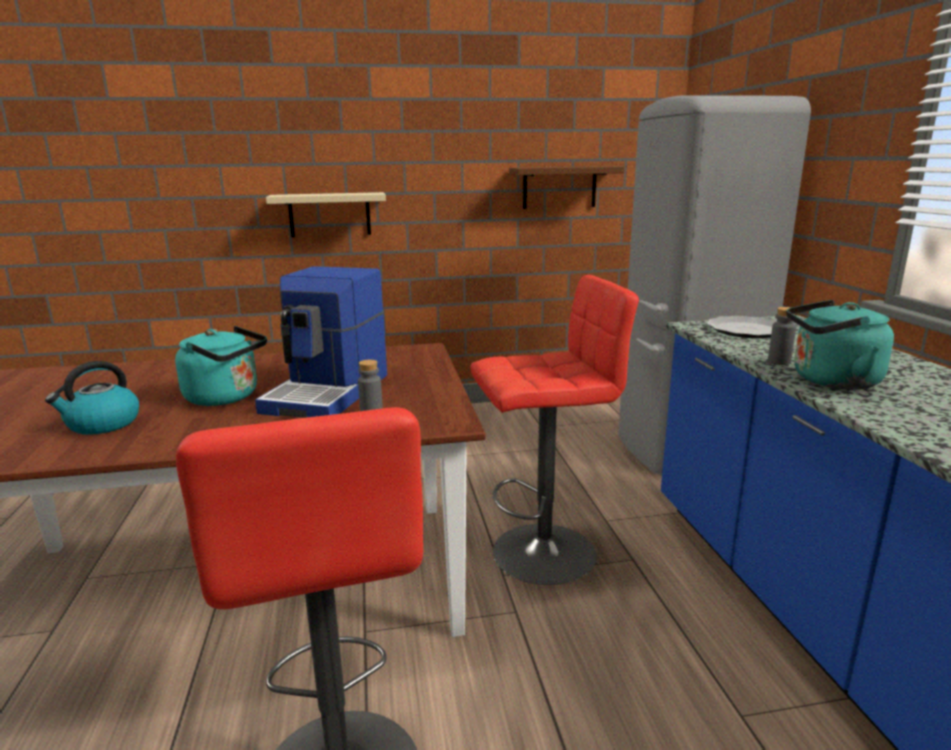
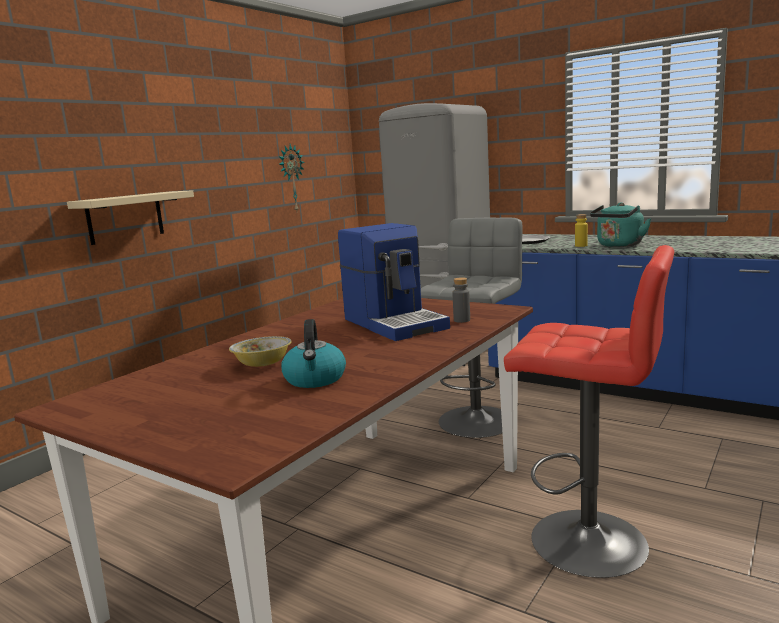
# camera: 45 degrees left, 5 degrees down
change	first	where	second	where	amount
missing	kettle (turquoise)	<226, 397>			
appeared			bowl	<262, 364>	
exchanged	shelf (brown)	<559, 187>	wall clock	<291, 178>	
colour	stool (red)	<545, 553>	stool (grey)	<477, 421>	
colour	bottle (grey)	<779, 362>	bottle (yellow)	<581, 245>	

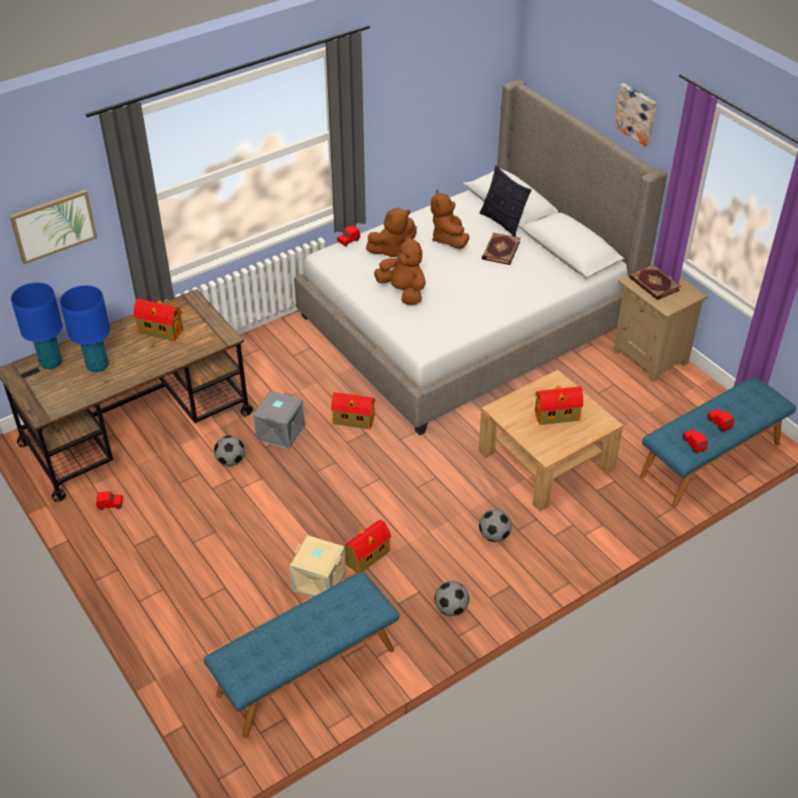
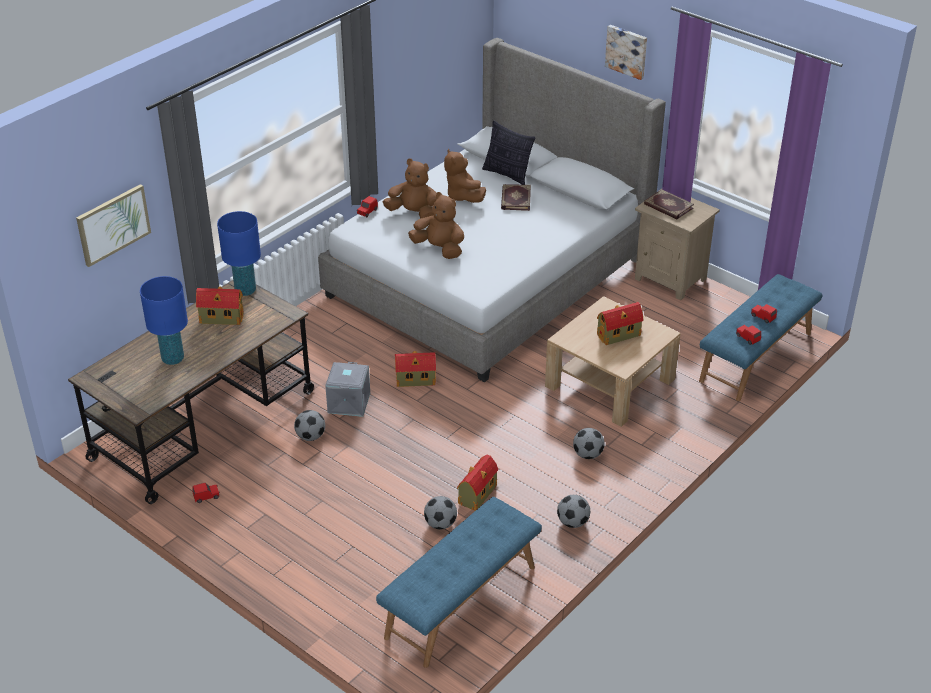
# camera: 15 degrees left, 5 degrees down
change	first	where	second	where	amount
relocated	table lamp (blue)	<51, 363>		<245, 290>	
exchanged	storage box (beige)	<318, 581>	football	<440, 524>	
spun	plush toy (brown)	<393, 250>		<414, 214>	120 degrees counterclockwise

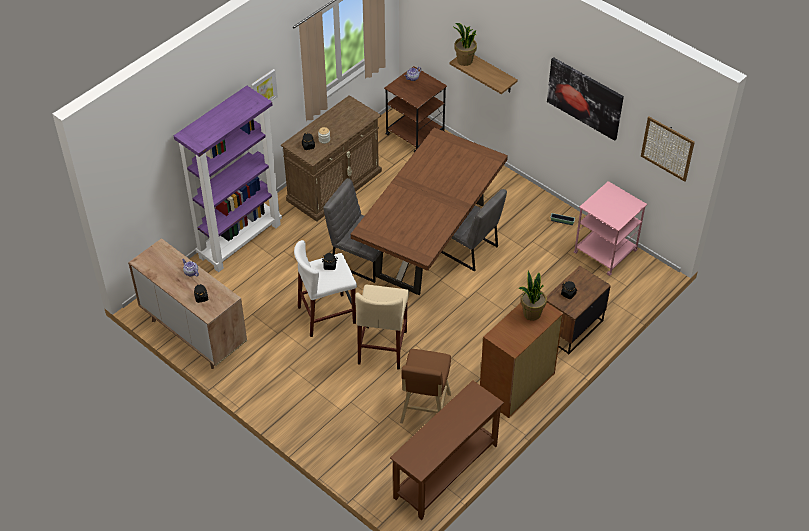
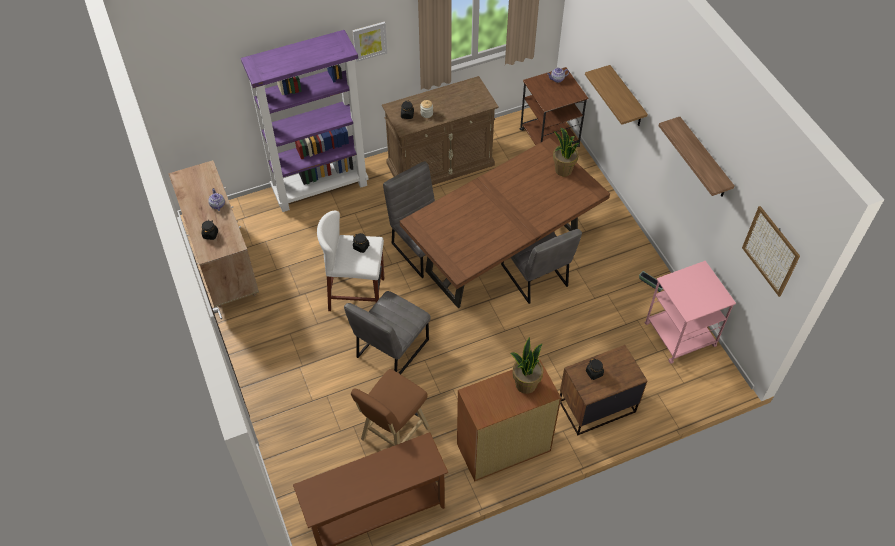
# camera: 25 degrees right, 5 degrees up
change	first	where	second	where	amount
relocated	potted plant	<464, 61>		<563, 170>	
exchanged	stool (beige)	<382, 347>	chair (grey)	<391, 349>	
exchanged	picture	<585, 98>	shelf	<703, 159>	

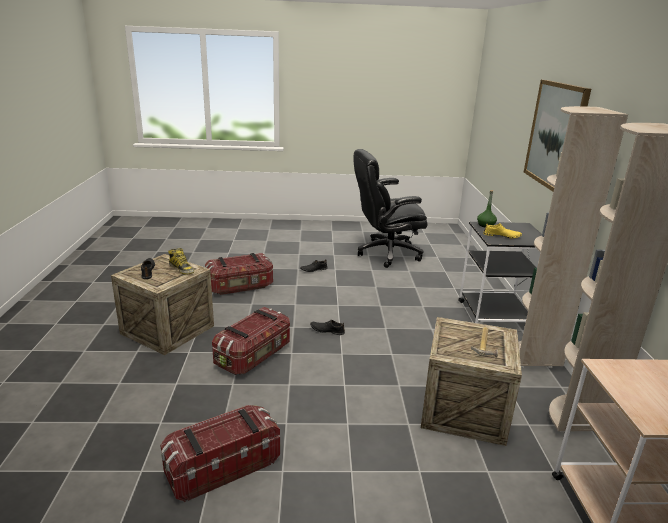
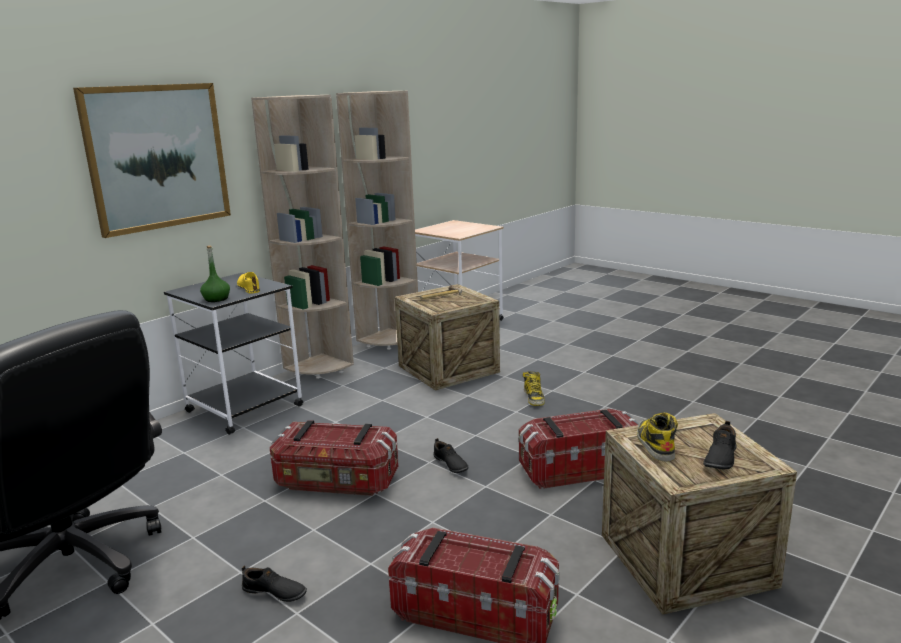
# camera: 135 degrees left, 5 degrees down
change	first	where	second	where	amount
appeared			boot	<534, 397>	
relocated	storage box	<222, 466>		<336, 482>	

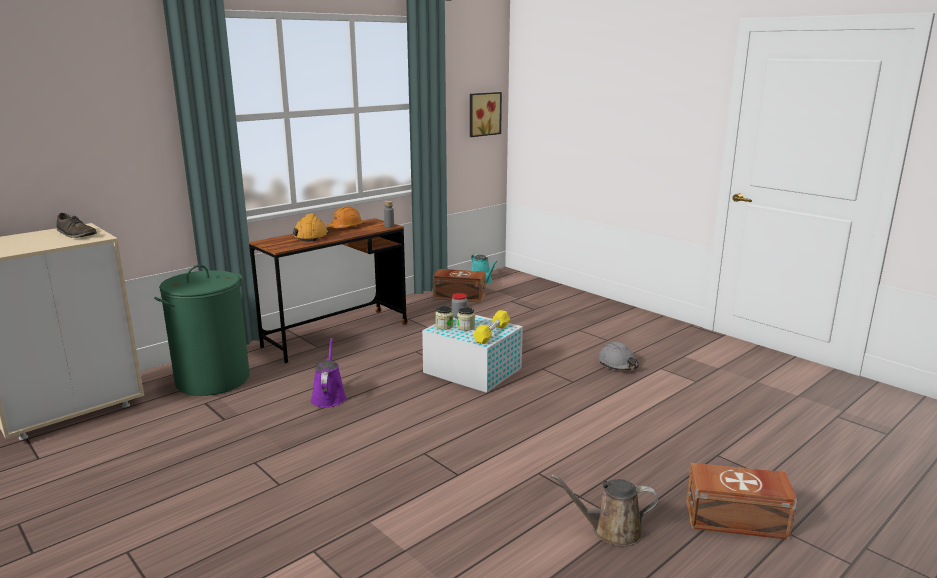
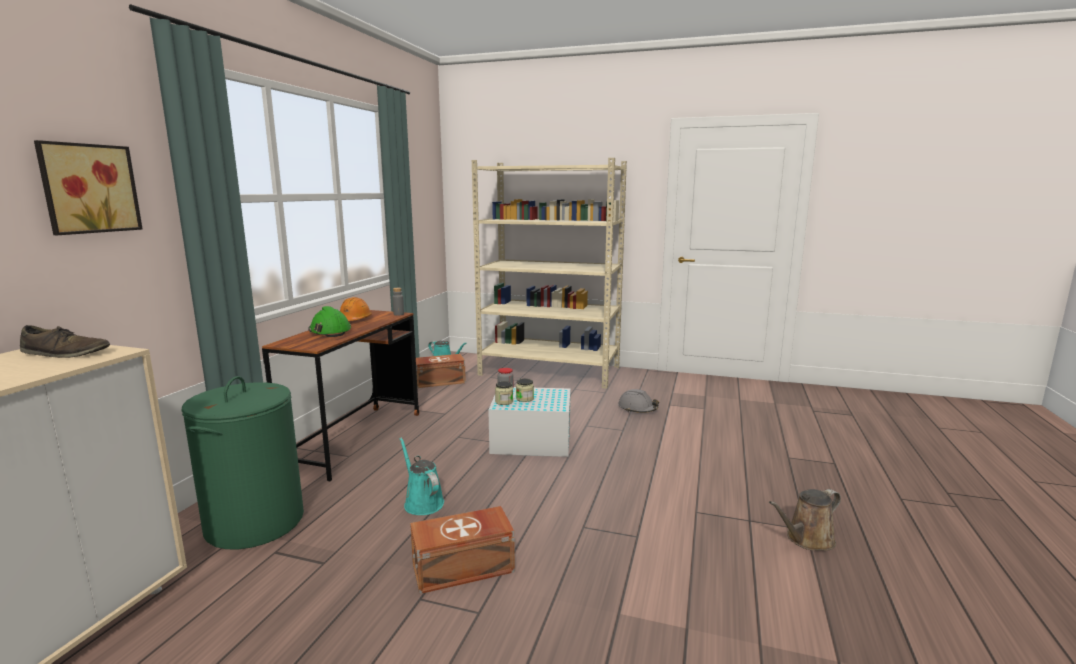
# camera: 30 degrees left, 5 degrees down
change	first	where	second	where	amount
missing	dumbbell (yellow)	<491, 333>			
appeared			bookcase (beige)	<550, 371>	
relocated	picture	<483, 114>		<88, 188>	
relocated	storage box (brown)	<737, 520>		<465, 568>	
colour	hard hat (orange)	<311, 236>	hard hat (green)	<330, 331>	
colour	watering can (purple)	<329, 397>	watering can (turquoise)	<422, 502>	

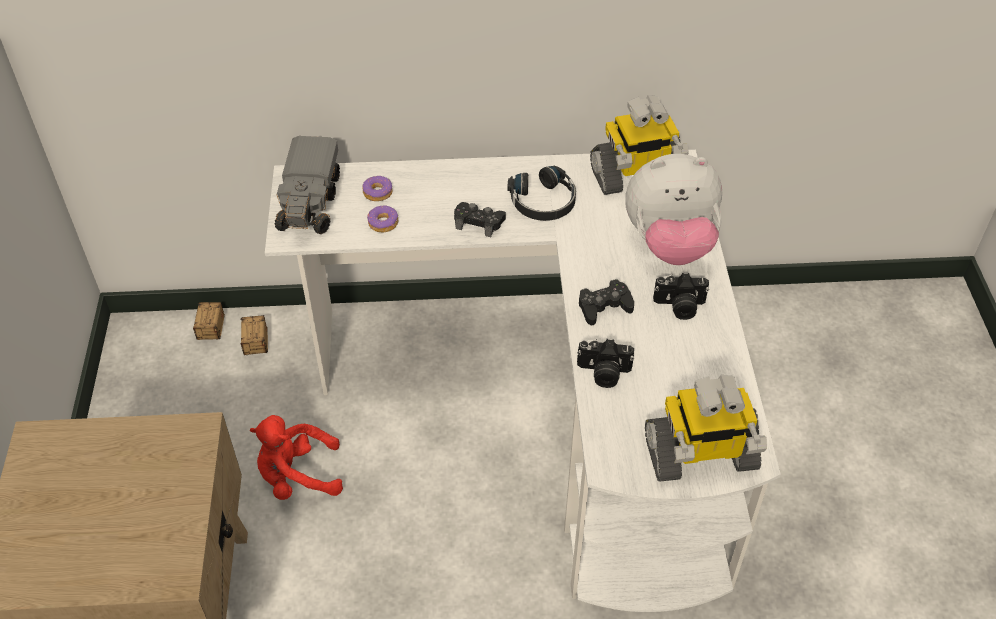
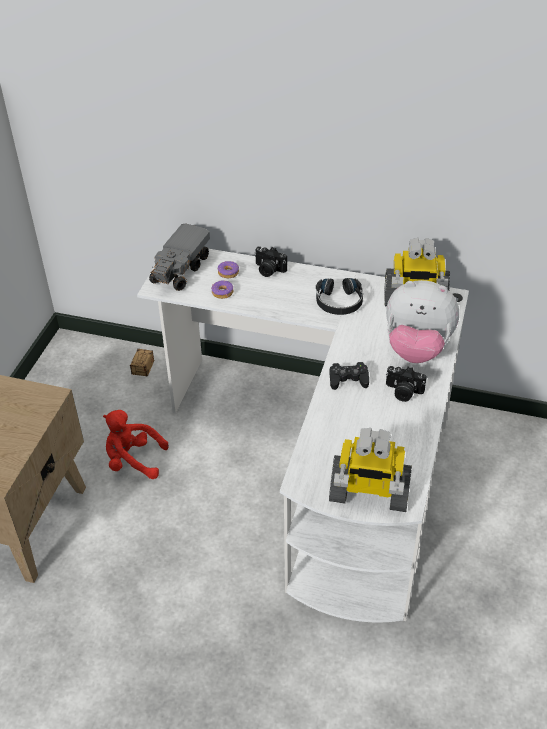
# camera: 20 degrees right, 5 degrees down
change	first	where	second	where	amount
missing	storage box	<207, 345>			
missing	game controller (black)	<479, 222>			
relocated	photo camera	<603, 373>		<268, 270>	

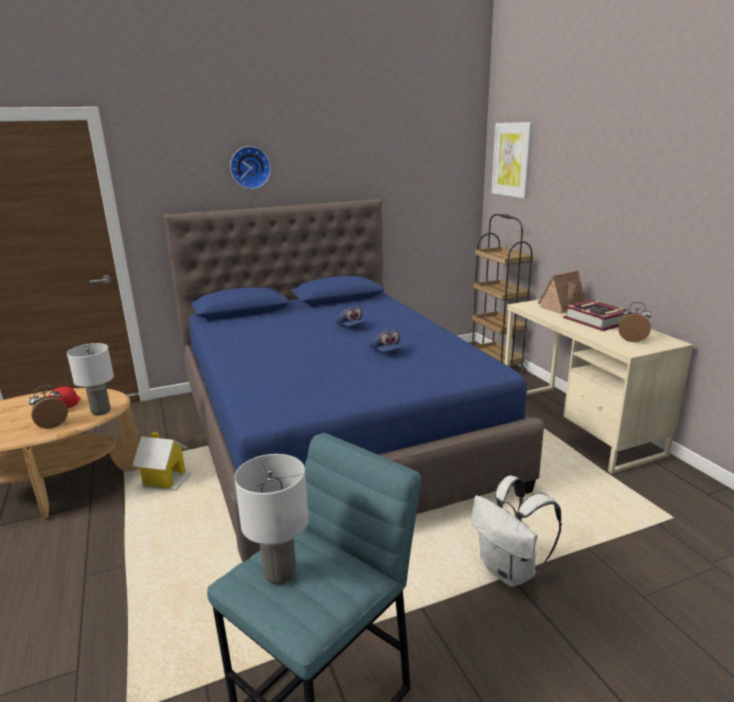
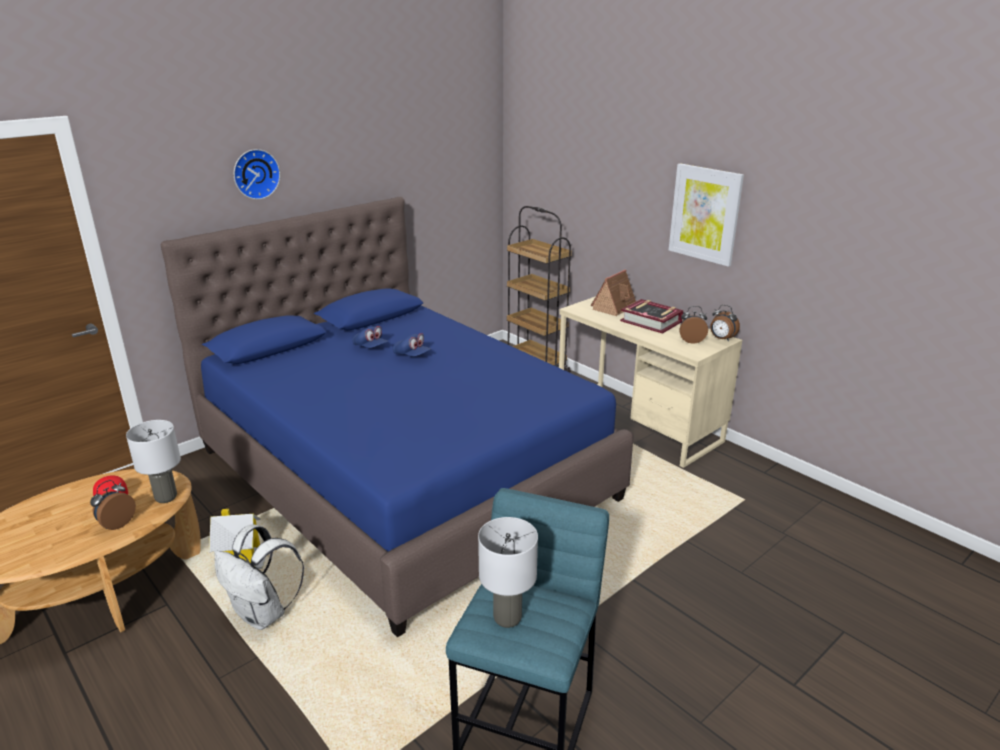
# camera: 20 degrees left, 5 degrees up
change	first	where	second	where	amount
appeared			alarm clock	<721, 339>	
relocated	cap (blue)	<386, 352>		<370, 347>	
relocated	backpack (white)	<510, 571>		<263, 614>	
relocated	picture	<512, 159>		<705, 214>	

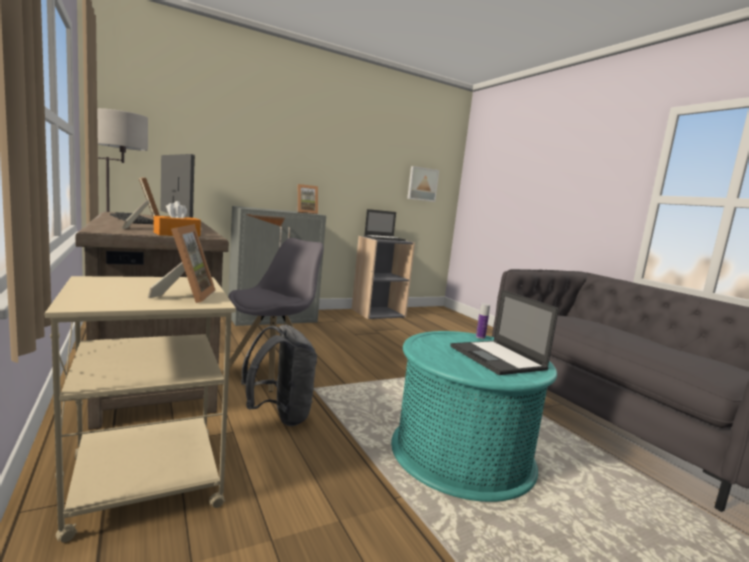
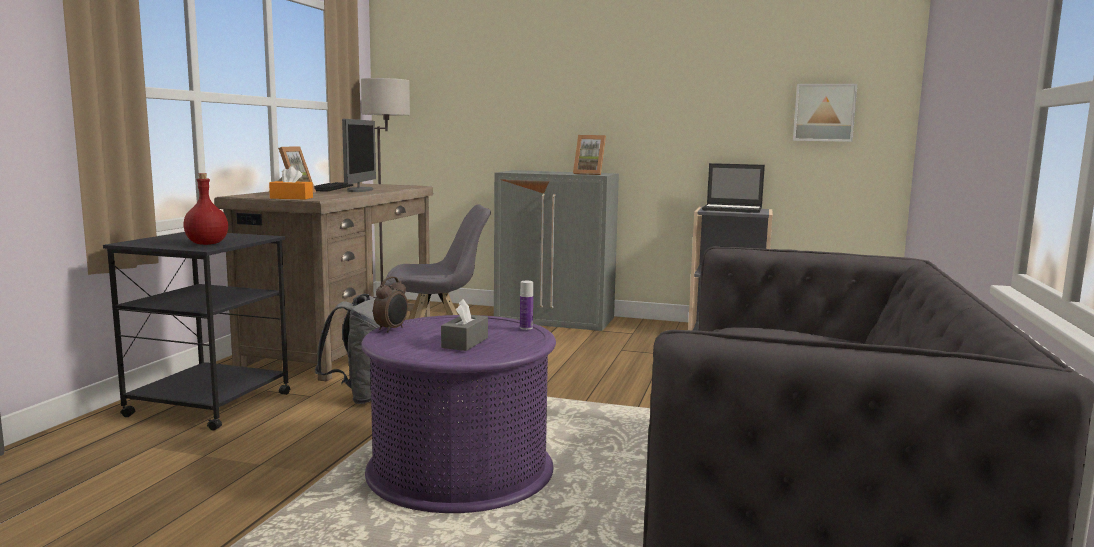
# camera: 45 degrees right, 0 degrees up
change	first	where	second	where	amount
appeared			alarm clock	<392, 329>	
exchanged	picture frame	<186, 295>	bottle (red)	<207, 244>	
exchanged	laptop	<498, 358>	tissue box (grey)	<465, 342>	
colour	cart (beige)	<146, 477>	cart (black)	<210, 403>	
colour	coffee table (turquoise)	<462, 453>	coffee table (purple)	<460, 469>	

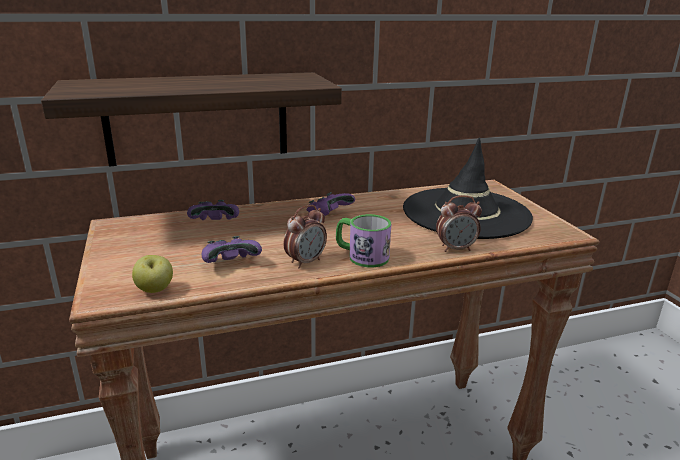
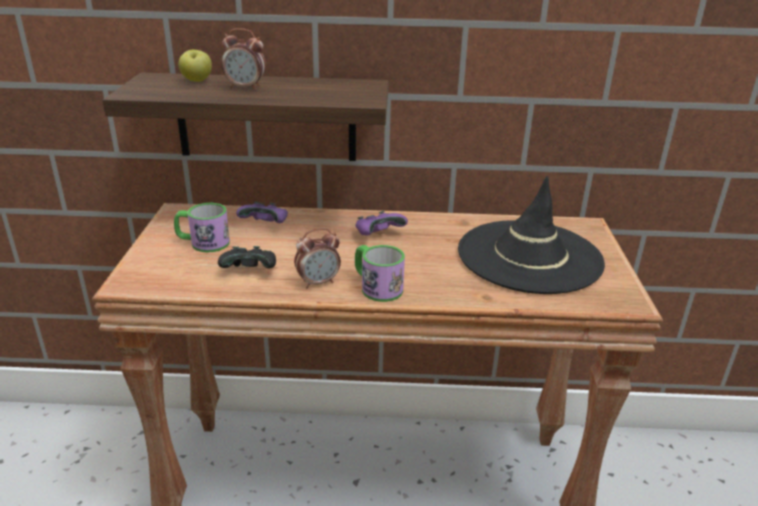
# camera: 20 degrees right, 5 degrees up
change	first	where	second	where	amount
appeared			mug	<203, 243>	
relocated	apple	<155, 290>		<197, 81>	
relocated	alarm clock	<456, 249>		<246, 88>	
colour	game controller (purple)	<231, 264>	game controller (black)	<250, 271>	

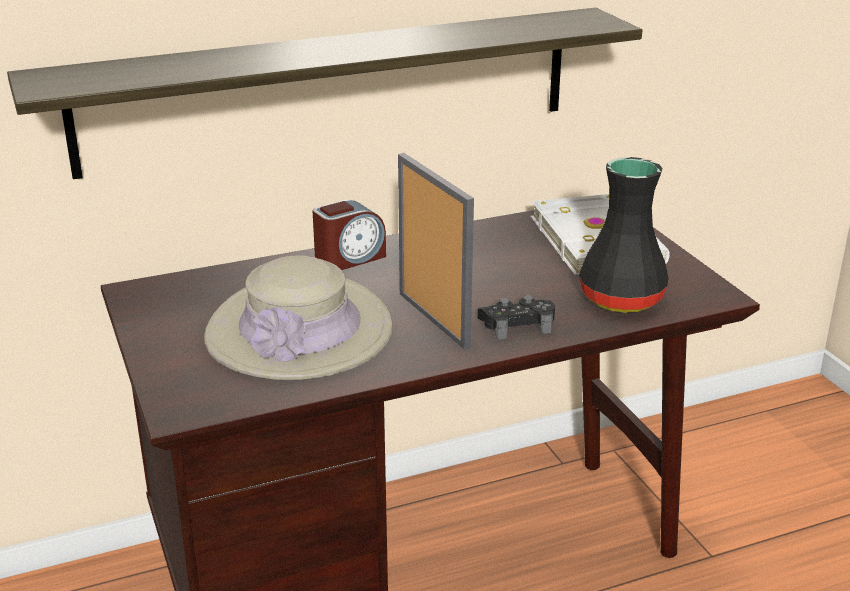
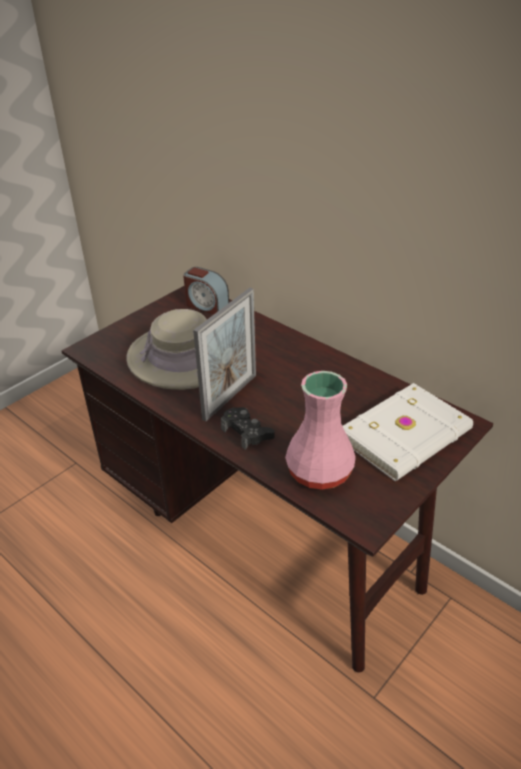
# camera: 65 degrees right, 10 degrees up
change	first	where	second	where	amount
missing	shelf	<330, 89>			
relocated	alarm clock	<349, 259>		<206, 305>	
colour	vase (black)	<620, 298>	vase (pink)	<320, 470>	

